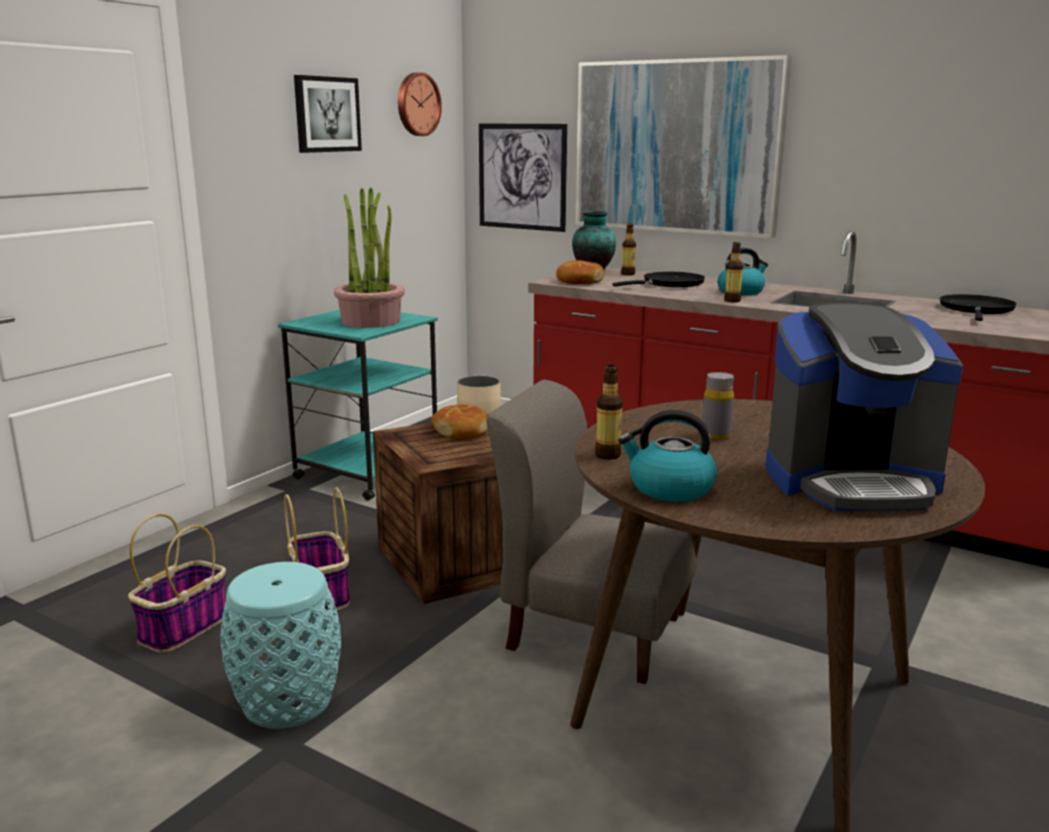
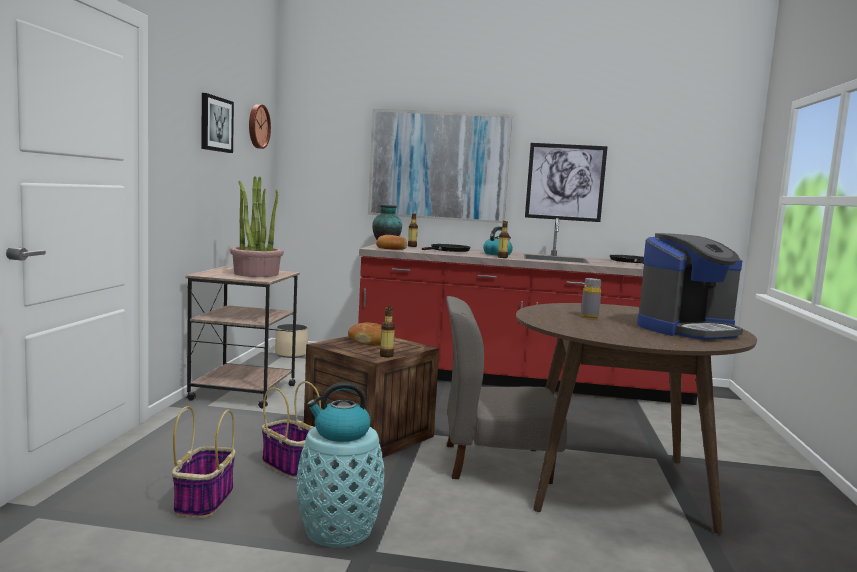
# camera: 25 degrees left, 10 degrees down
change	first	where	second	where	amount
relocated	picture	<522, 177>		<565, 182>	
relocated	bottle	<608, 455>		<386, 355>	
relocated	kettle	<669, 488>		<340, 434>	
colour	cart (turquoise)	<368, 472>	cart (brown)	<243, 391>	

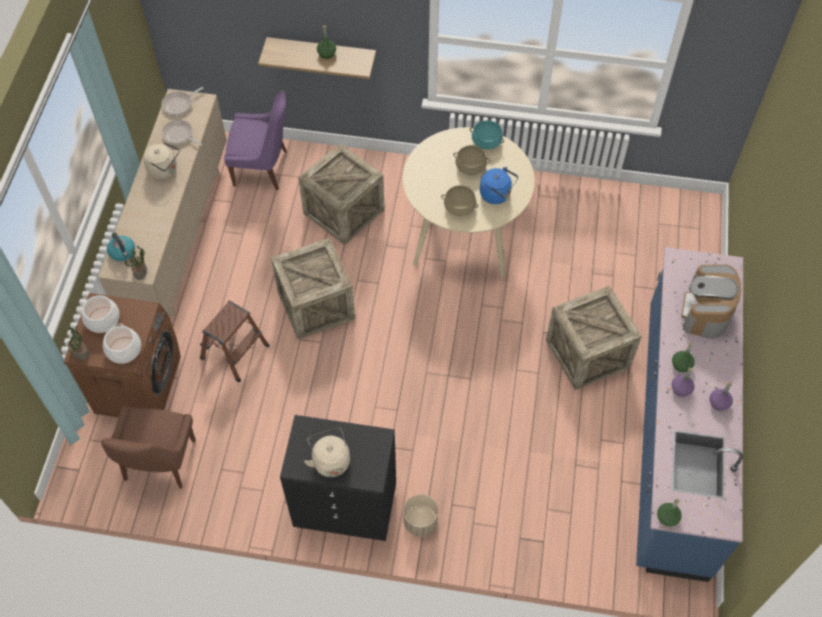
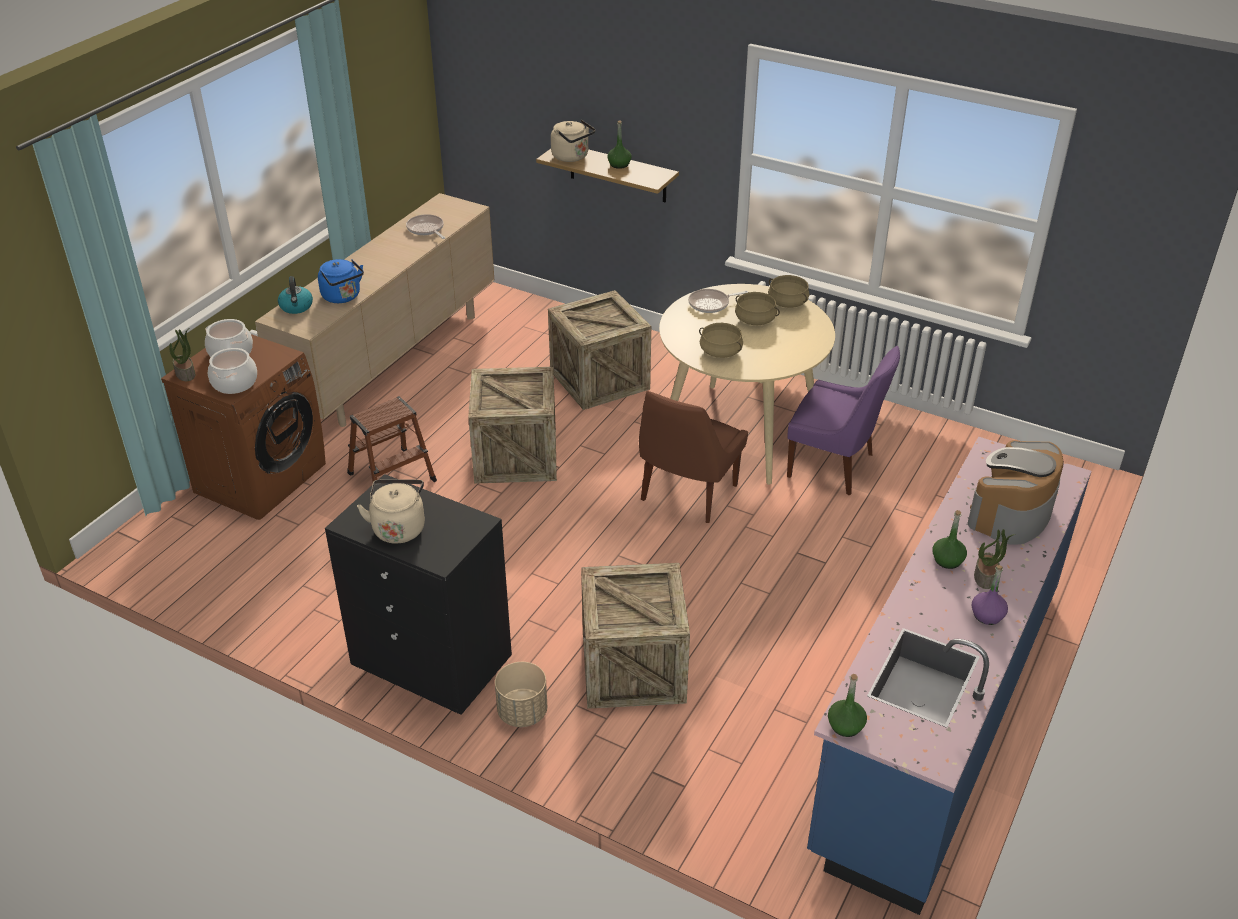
# camera: 20 degrees right, 20 degrees down
change	first	where	second	where	amount
missing	bottle (purple)	<681, 389>			
relocated	chair (brown)	<158, 463>		<687, 495>	
relocated	potted plant	<140, 271>		<985, 577>	
relocated	kettle (beige)	<164, 170>		<572, 157>	
relocated	frying pan	<179, 104>		<711, 304>	
relocated	chair (purple)	<263, 168>		<834, 466>	
relocated	kettle (blue)	<497, 195>		<343, 297>	
relocated	crate	<587, 353>		<633, 668>	
colour	cooking pot (turquoise)	<486, 141>	cooking pot (beige)	<787, 302>	

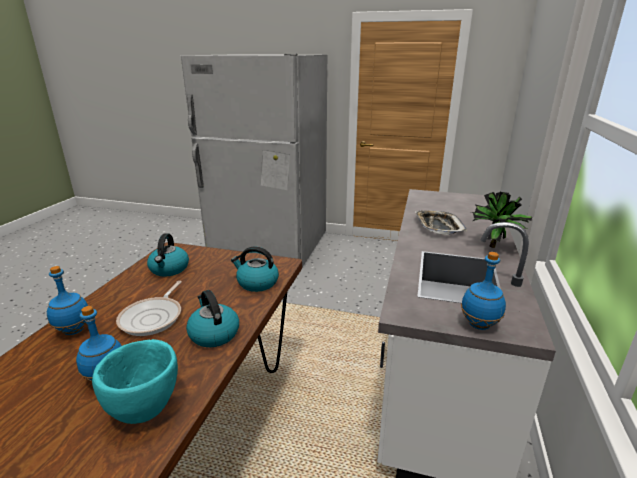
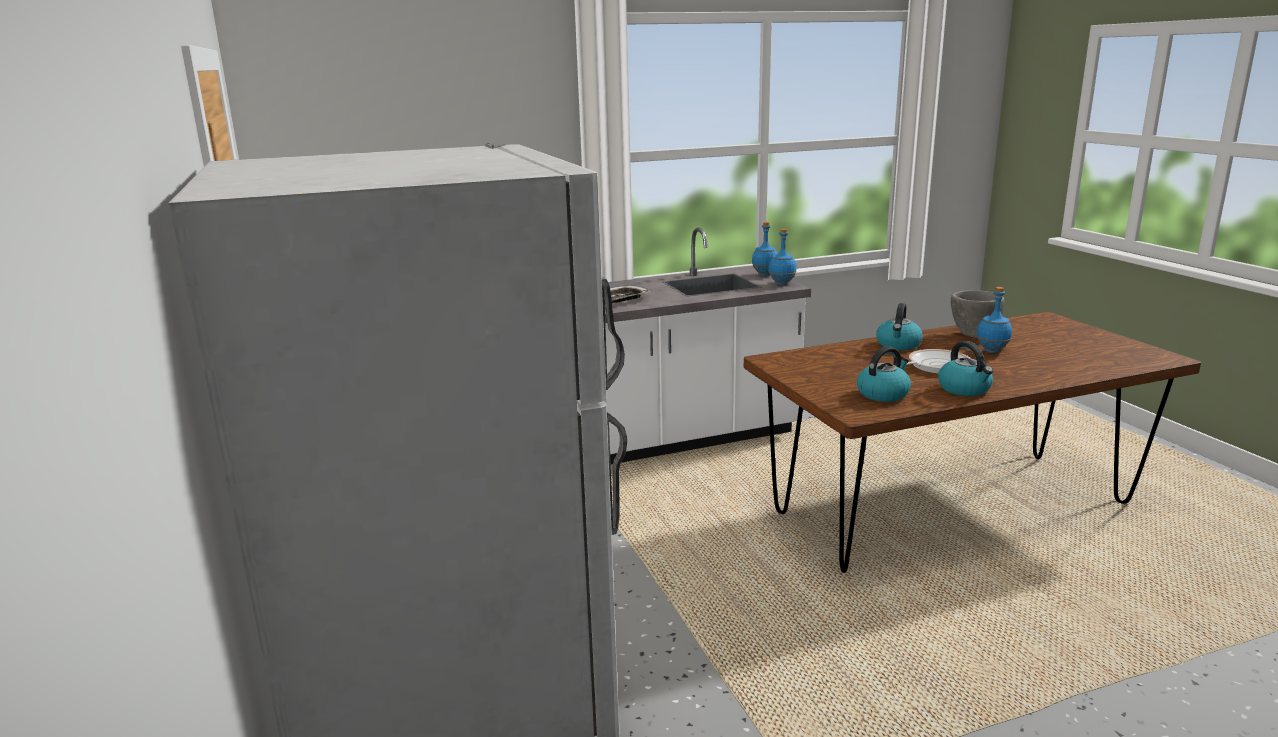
# camera: 125 degrees left, 5 degrees down
change	first	where	second	where	amount
missing	potted plant	<495, 248>			
relocated	bottle (blue)	<74, 330>		<781, 284>	
relocated	kettle	<257, 283>		<965, 389>	
colour	bowl (turquoise)	<146, 410>	bowl (grey)	<973, 335>	

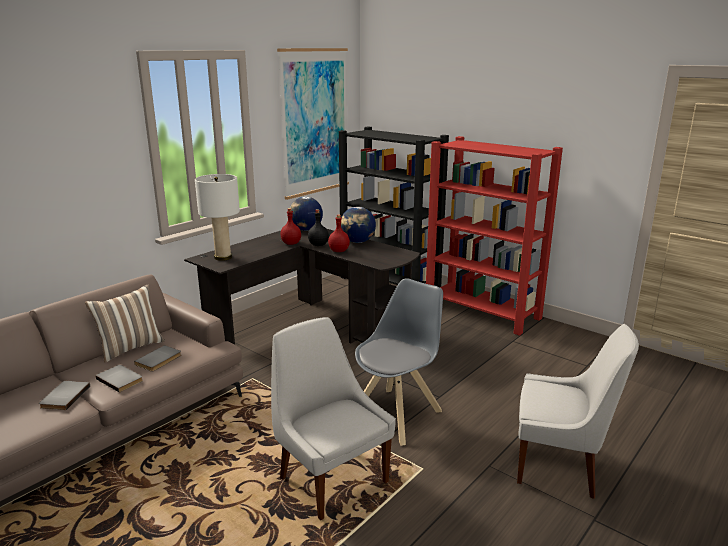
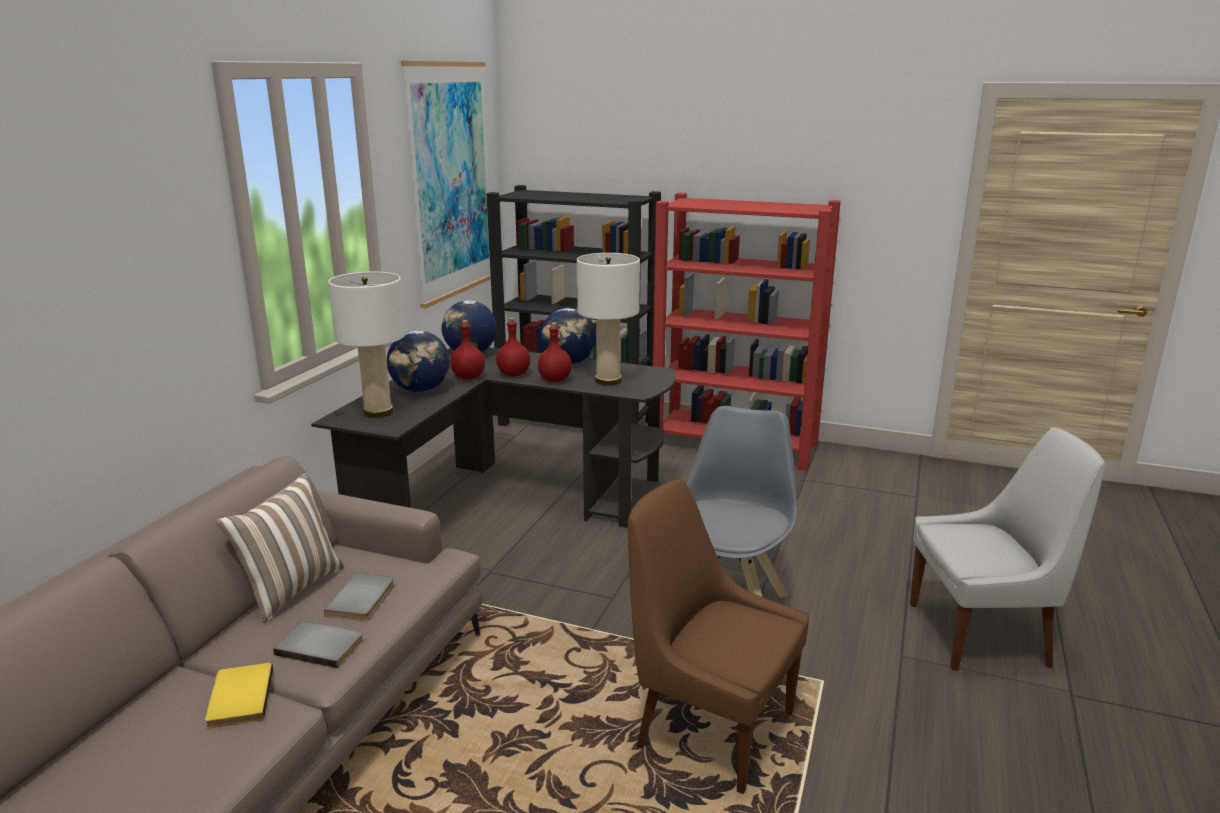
# camera: 20 degrees left, 0 degrees up
change	first	where	second	where	amount
appeared			globe	<420, 390>	
appeared			table lamp (white)	<607, 381>	
colour	book (grey)	<63, 397>	book (yellow)	<237, 698>	
colour	chair (white)	<331, 478>	chair (brown)	<709, 727>	
colour	bottle (black)	<318, 245>	bottle (red)	<513, 374>	

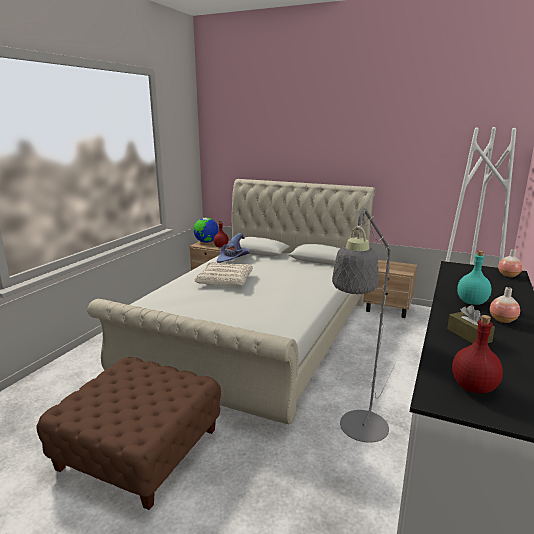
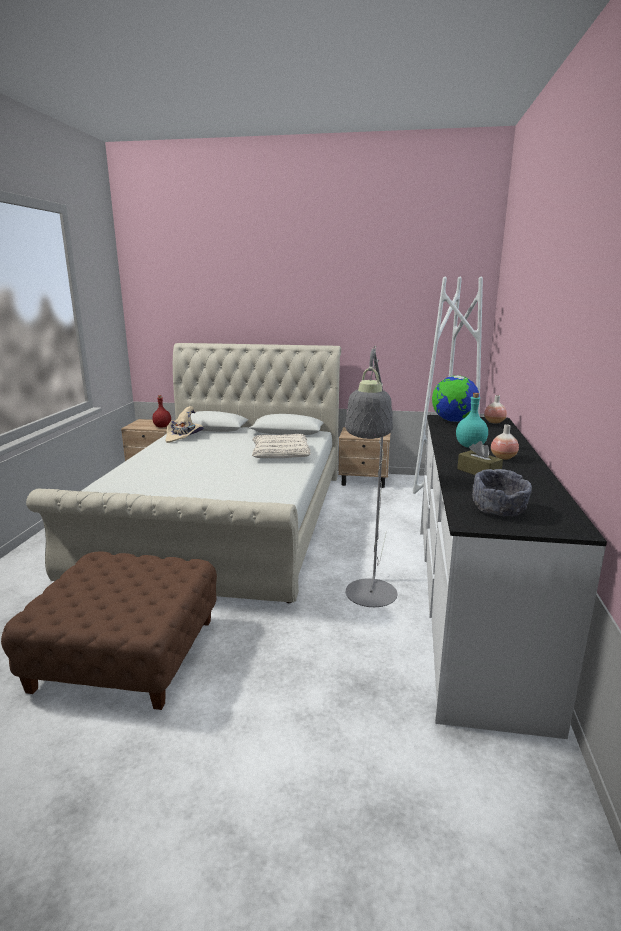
# camera: 15 degrees left, 0 degrees up
change	first	where	second	where	amount
relocated	globe	<206, 242>		<453, 421>	
relocated	pillow (beige)	<225, 281>		<280, 454>	
exchanged	bottle (red)	<473, 387>	bowl (grey)	<498, 509>	
colour	hat (purple)	<233, 258>	hat (beige)	<184, 436>	

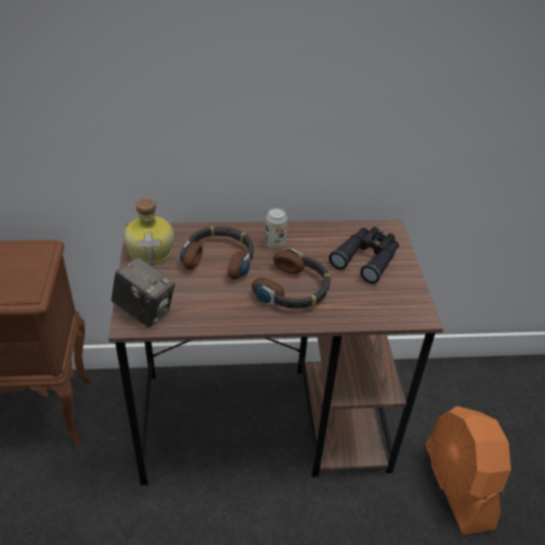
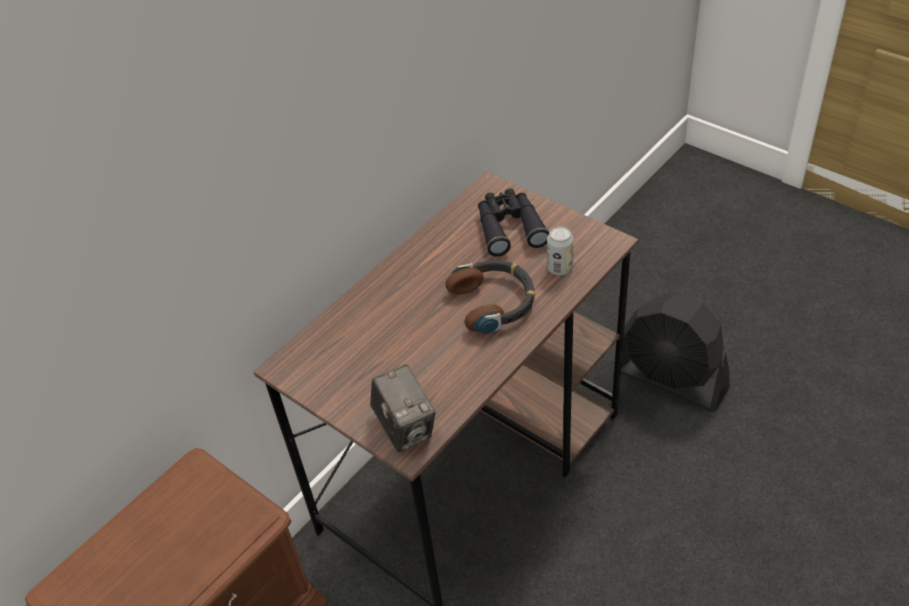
# camera: 40 degrees left, 5 degrees up
change	first	where	second	where	amount
missing	bottle	<152, 250>			
missing	headphones	<220, 258>			
relocated	can	<275, 244>		<559, 268>	
colour	fan (orange)	<457, 486>	fan (black)	<671, 379>	
spun	photo camera	<145, 311>		<405, 428>	75 degrees clockwise

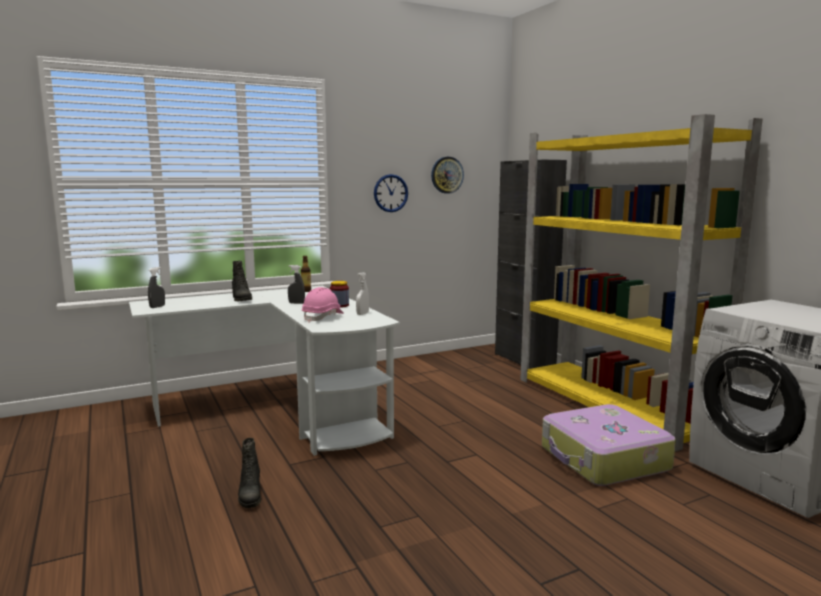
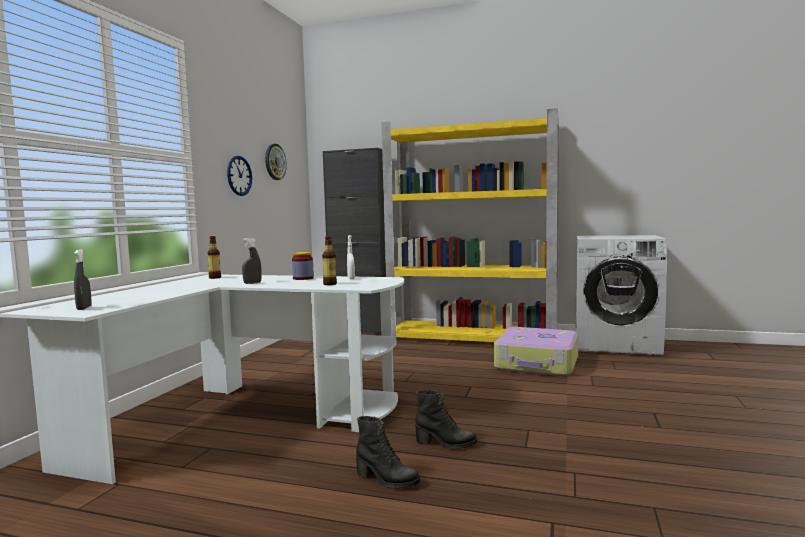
# camera: 45 degrees left, 5 degrees down
change	first	where	second	where	amount
relocated	boot (black)	<241, 299>		<445, 444>	
exchanged	hard hat (pink)	<323, 317>	bottle	<330, 284>	

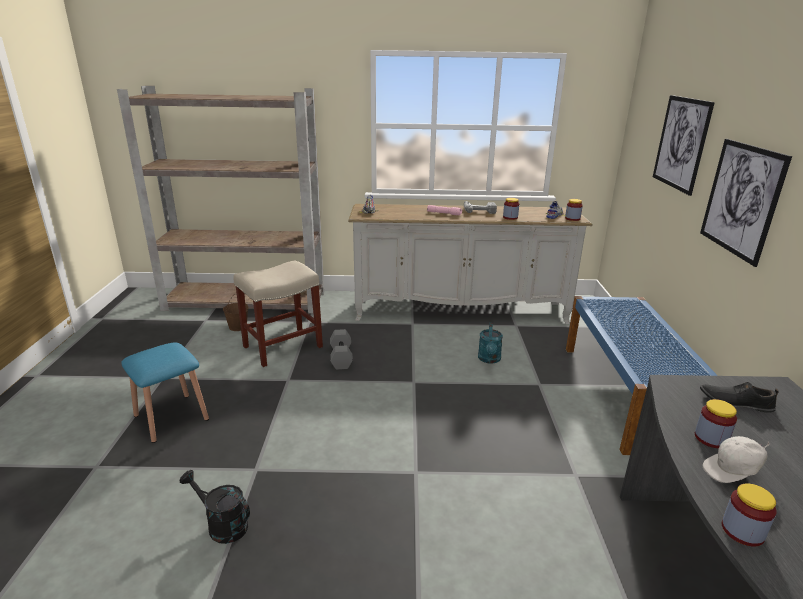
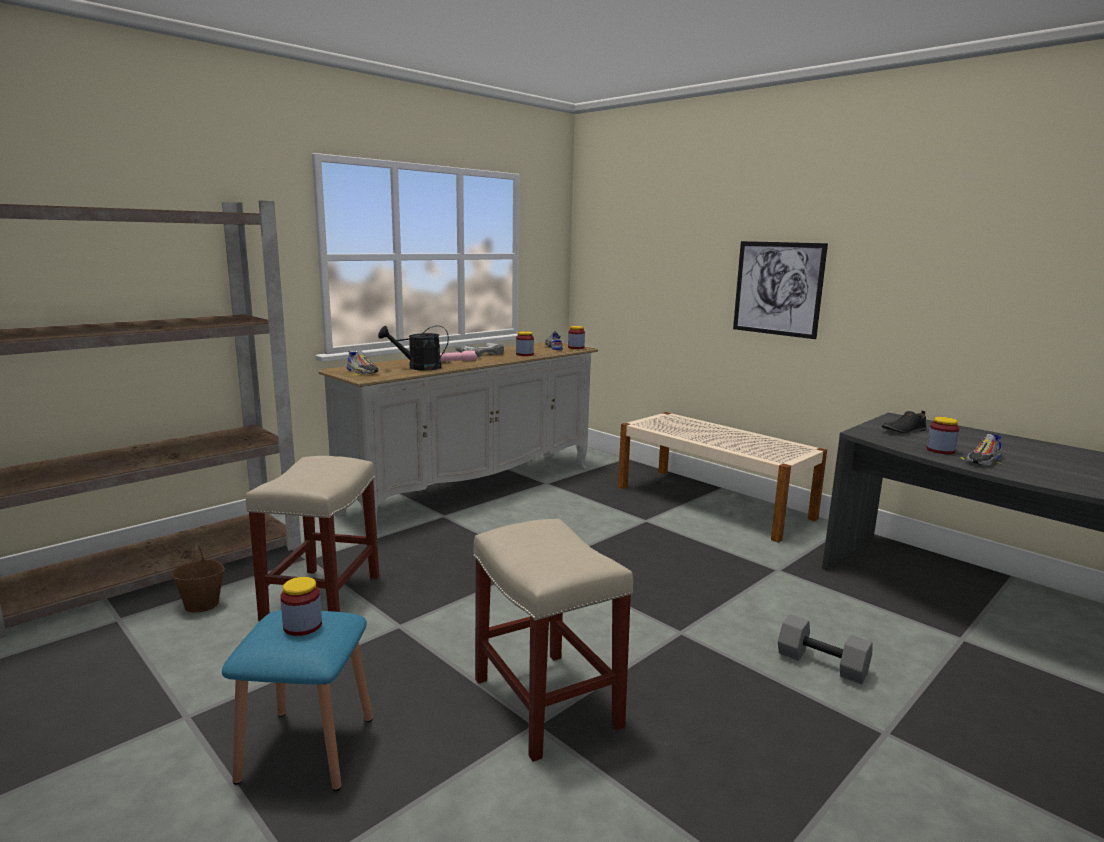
# camera: 45 degrees left, 10 degrees down
change	first	where	second	where	amount
missing	watering can (turquoise)	<489, 359>			
missing	picture	<681, 143>			
appeared			stool (beige)	<544, 701>	
relocated	watering can (black)	<222, 525>		<418, 368>	
relocated	dumbbell (grey)	<340, 357>		<820, 664>	
relocated	jar	<742, 531>		<302, 626>	
exchanged	cap (white)	<733, 472>	shoe	<983, 460>	
colour	bench (blue)	<628, 395>	bench (beige)	<713, 502>	

